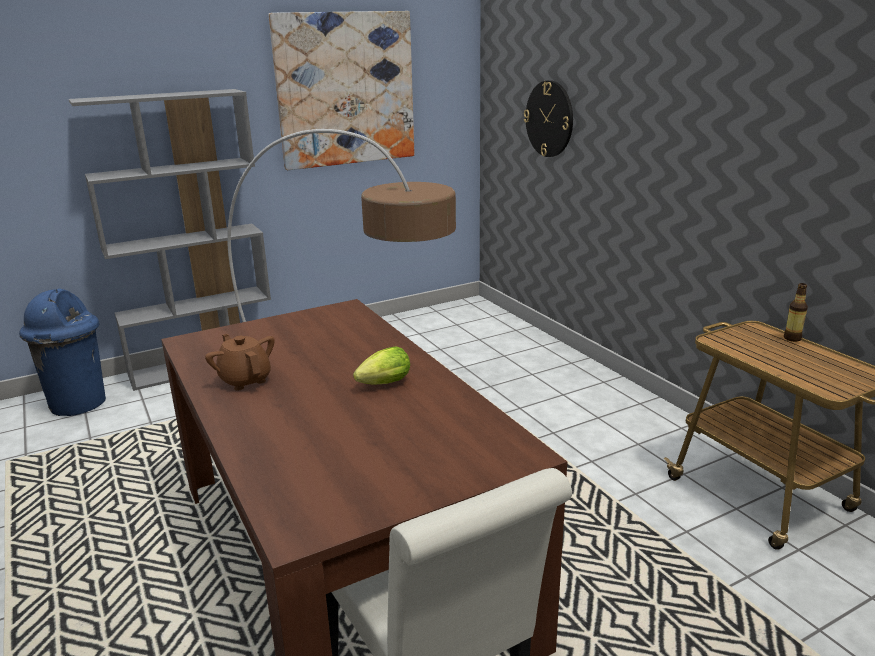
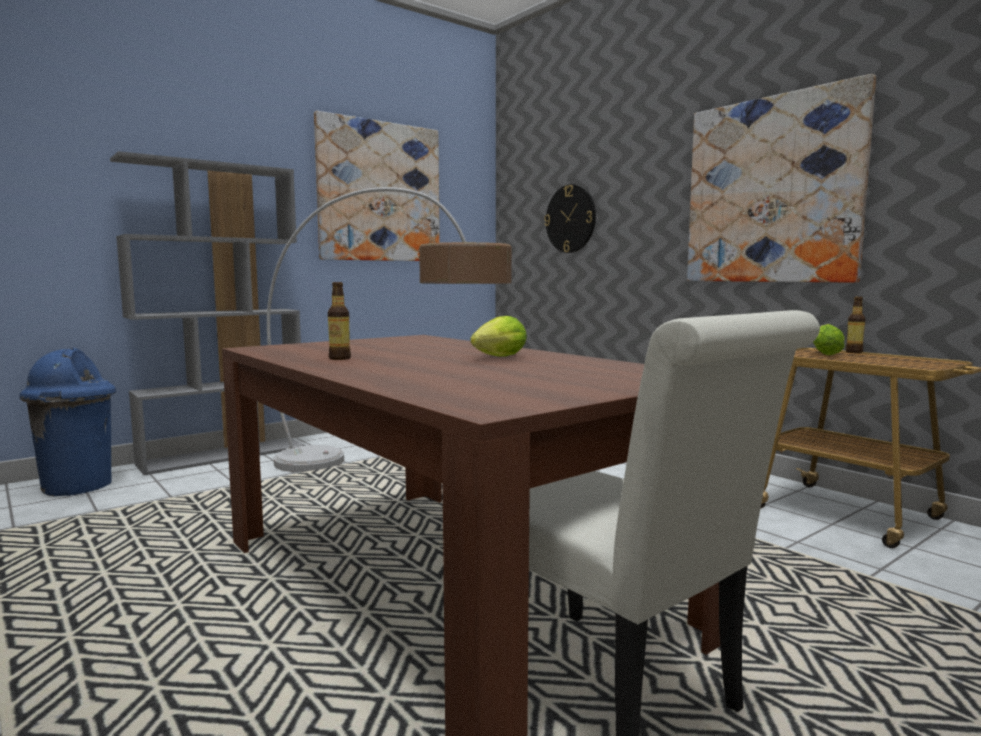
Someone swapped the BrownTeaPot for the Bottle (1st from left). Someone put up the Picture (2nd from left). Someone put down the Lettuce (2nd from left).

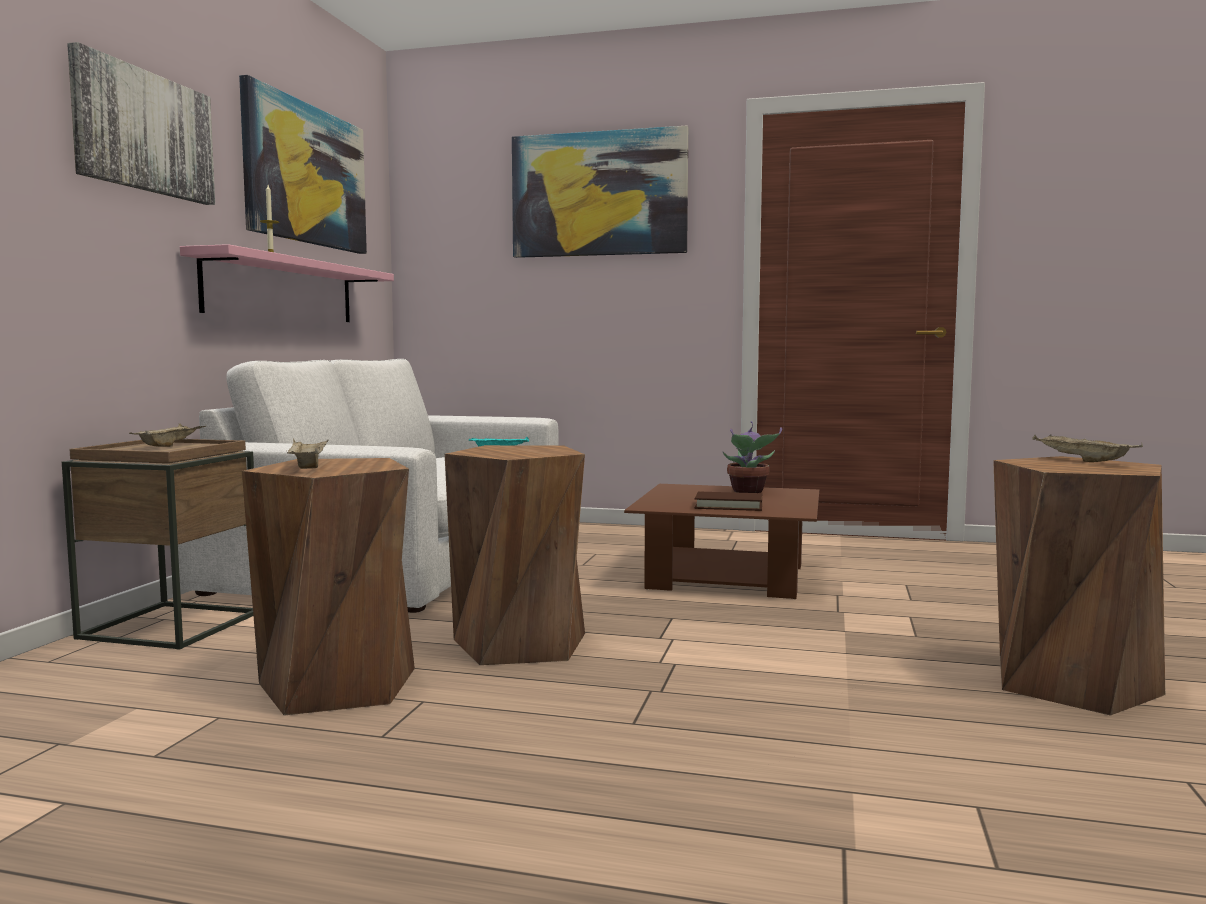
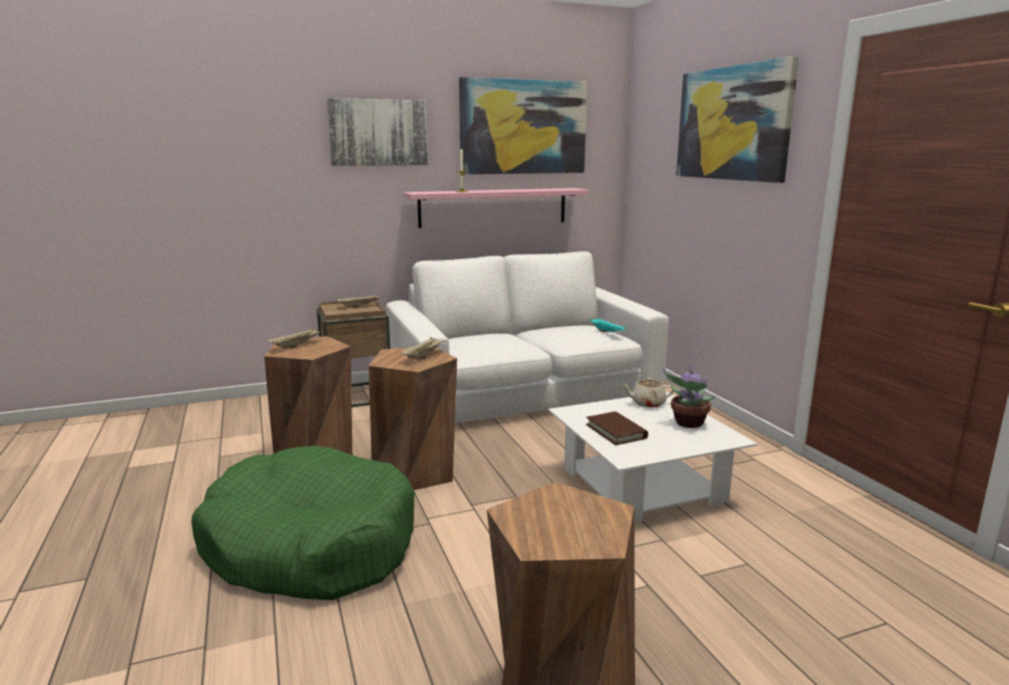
Someone put down the GreenColouredPetBed. Someone carried the BeigeTray (3rd from left). Someone repainted the BrownCoffeeTable, which became the WhitishCoffeeTable. Someone put down the BeigeTeaPot.

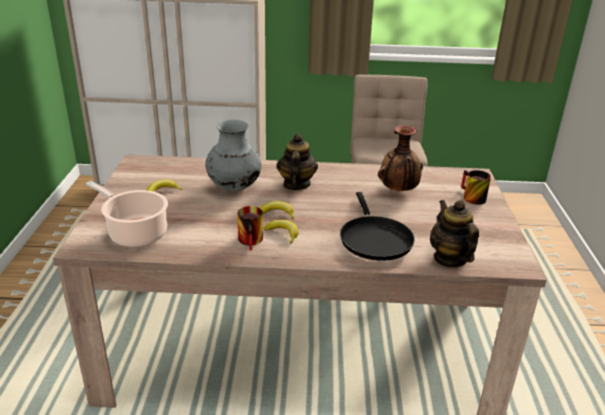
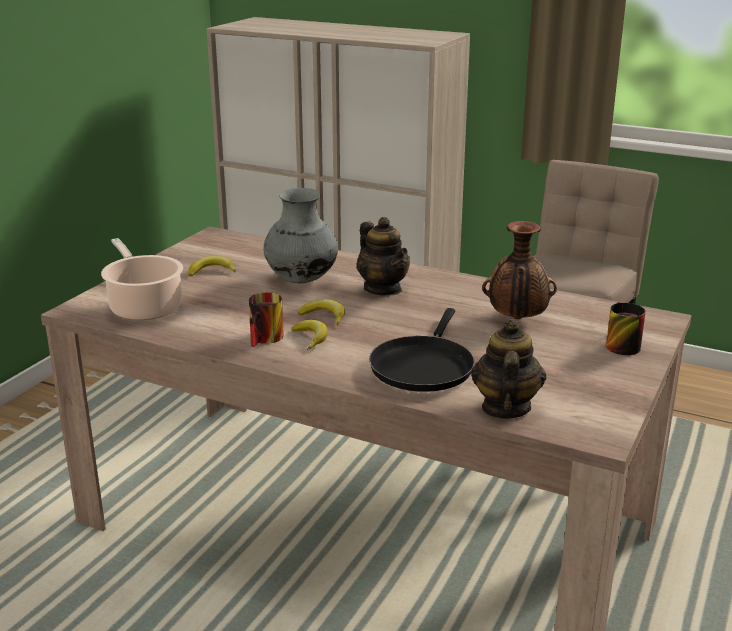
Someone rotated the TeaPot (1st from left) by 120 degrees clockwise.

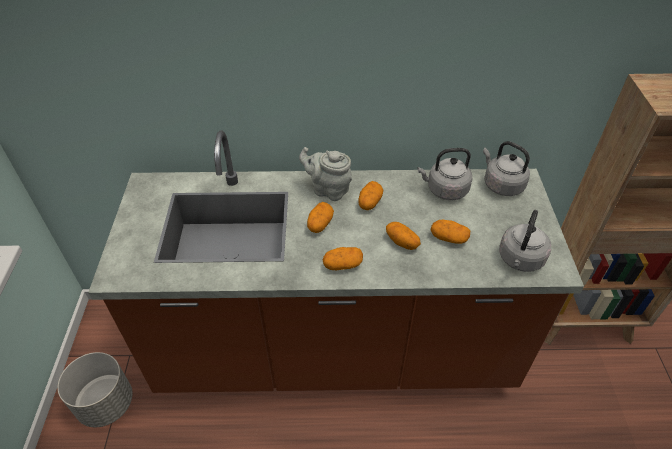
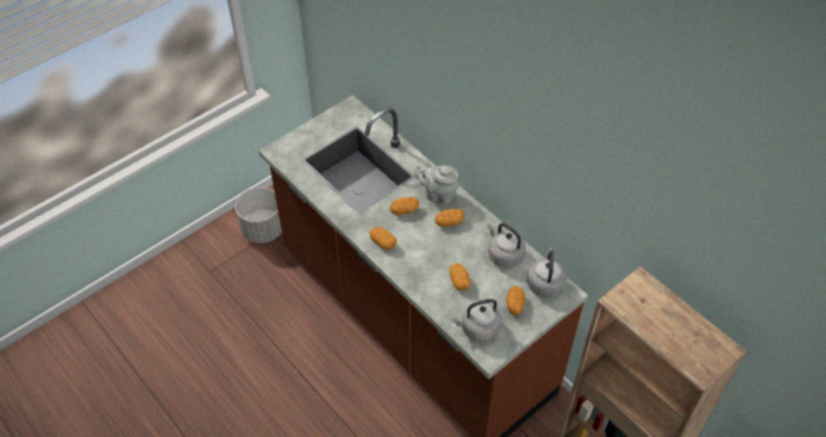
Someone rotated the GrayTeaPot by 60 degrees counterclockwise. Someone carried the WholePotato (4th from left in the first image).

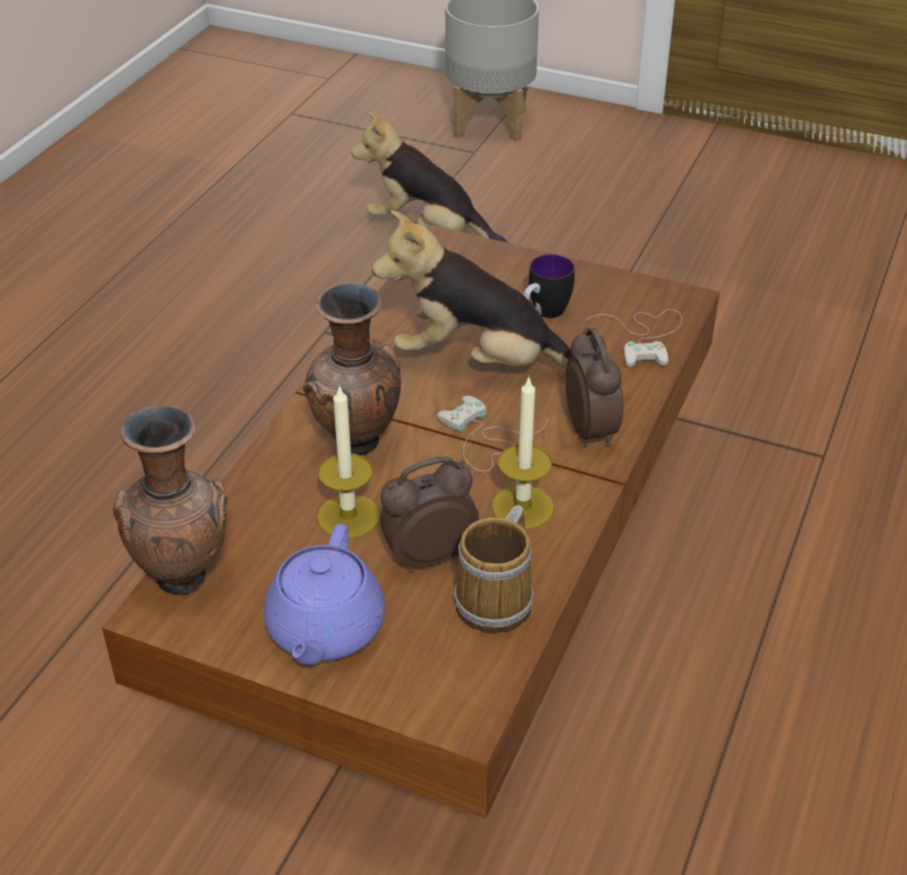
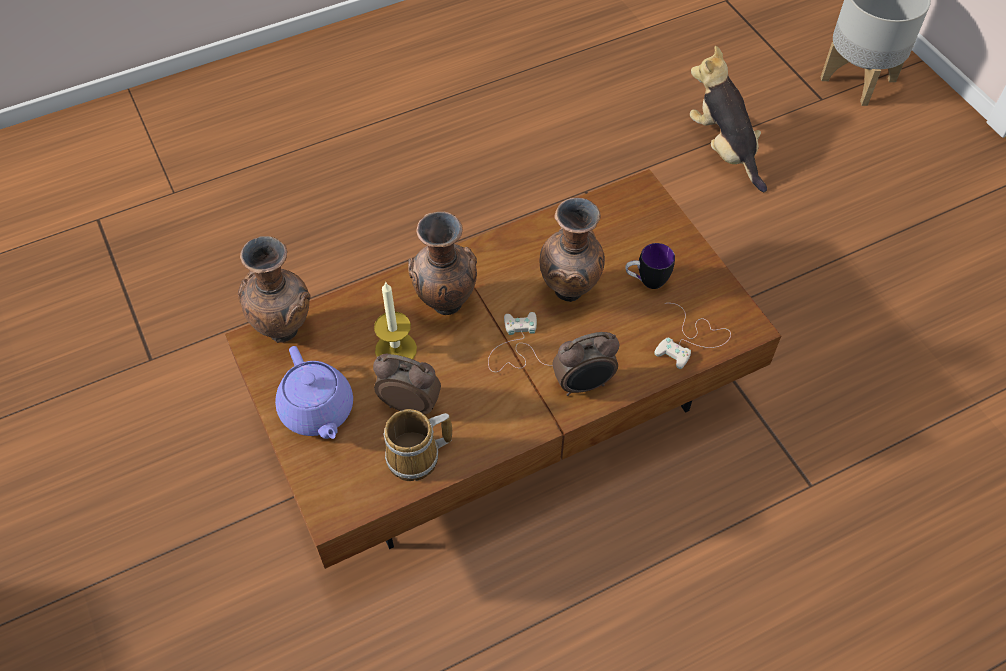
Someone rotated the PurpleTeaPot by 75 degrees counterclockwise. Someone swapped the CuddlyToy (2nd from left) for the BrownVase (3rd from left). Someone rotated the AlarmClock (2nd from left) by 45 degrees clockwise. Someone took away the Candle (2nd from left).

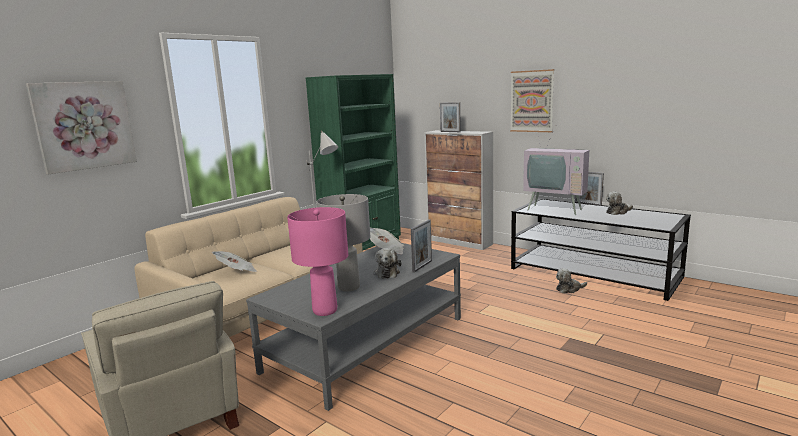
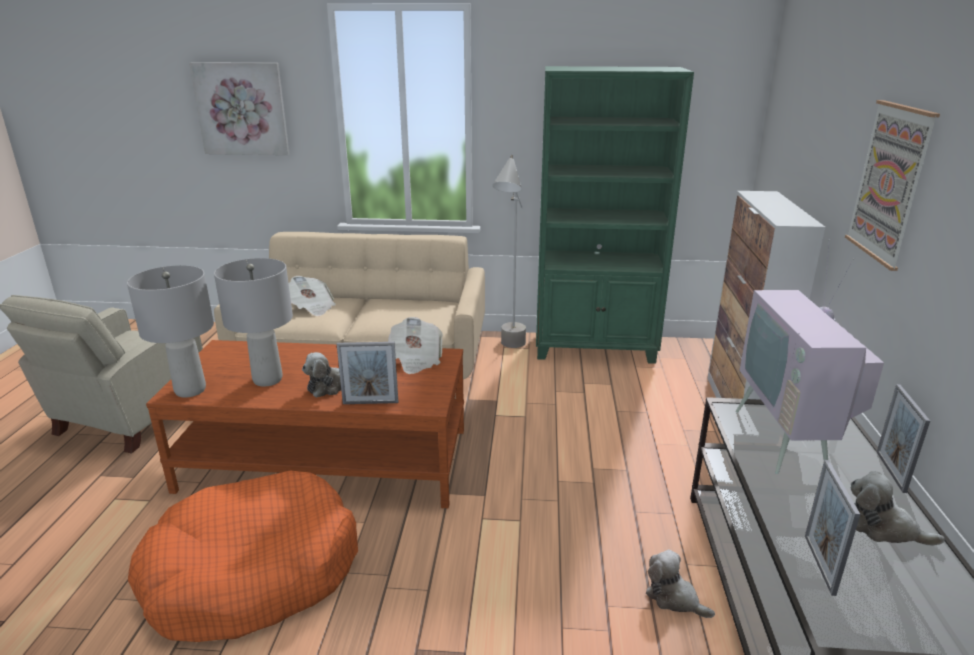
Someone repainted the PinkishTableLamp, which became the GrayTableLamp (1st from left). Someone put down the OrangeyPetBed. Someone repainted the GrayCoffeeTable, which became the BrownCoffeeTable. Someone carried the PictureFrame (2nd from left).

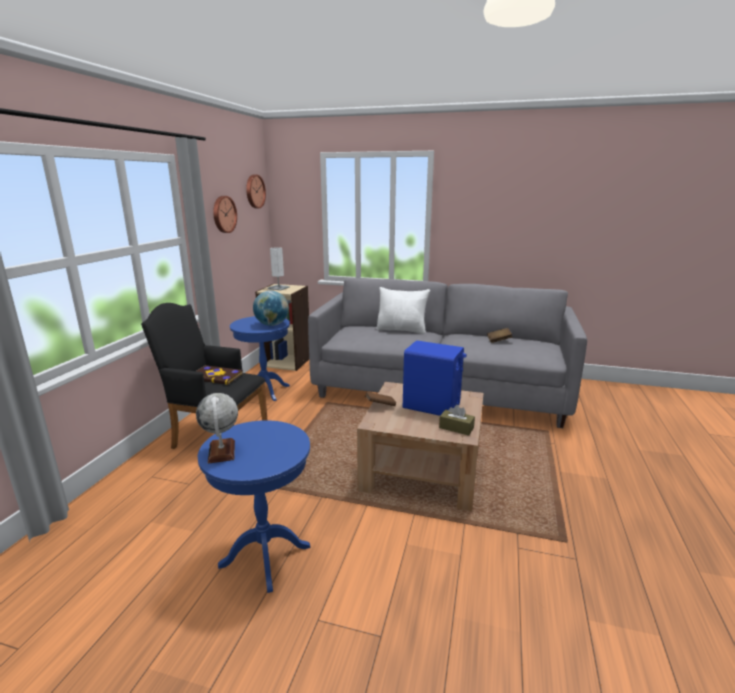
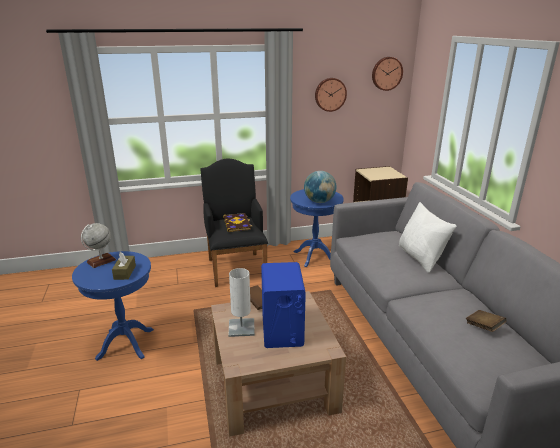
Someone carried the BrownTissueBox. Someone carried the WhitishTableLamp.

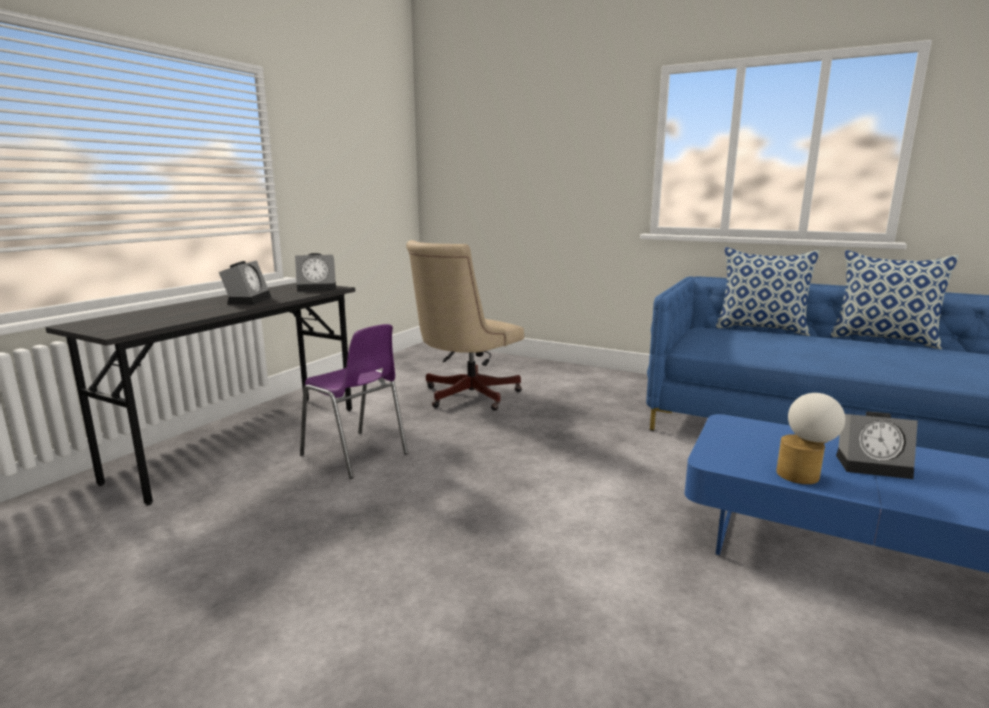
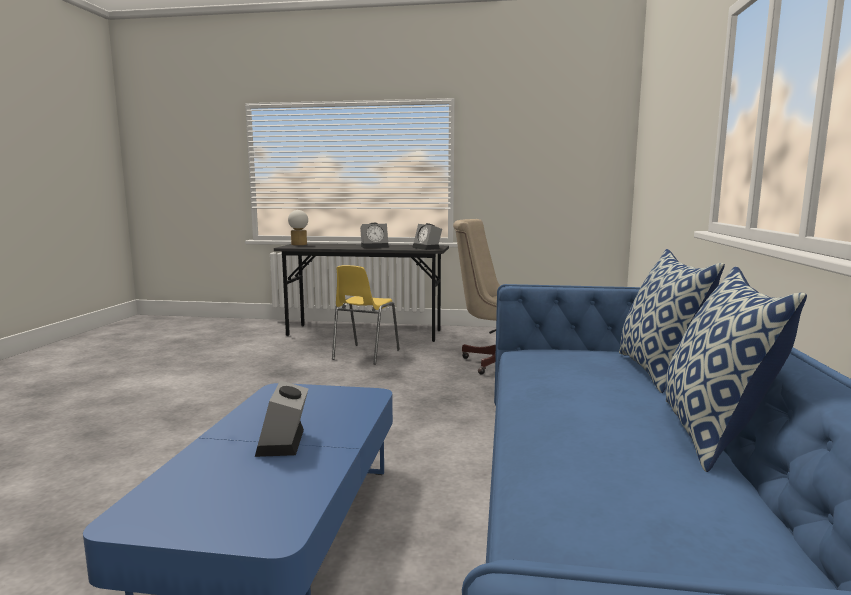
Someone carried the TableLamp. Someone repainted the PurpleChair, which became the YellowColouredChair.

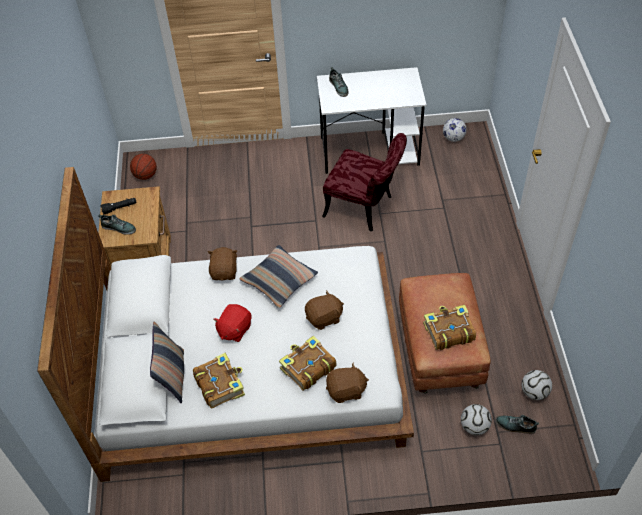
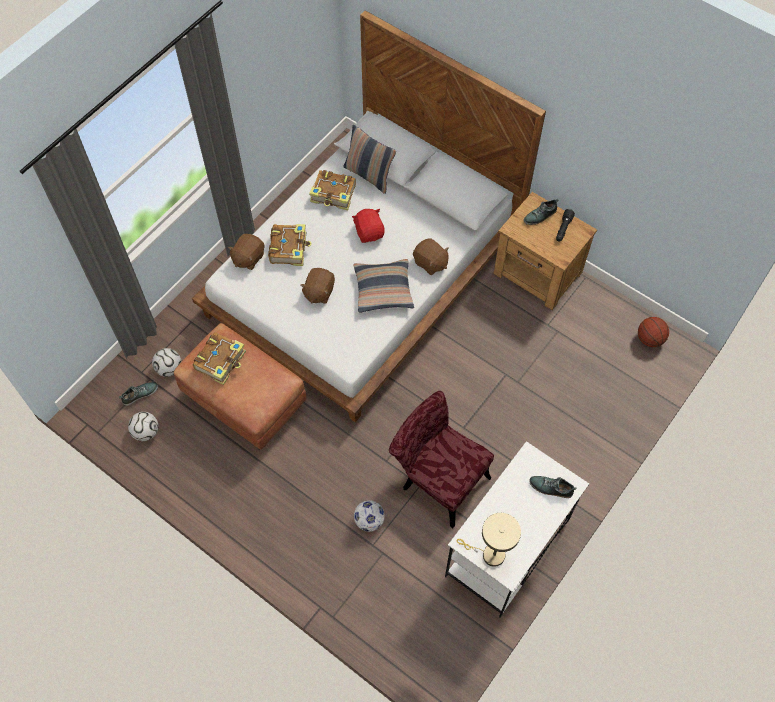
Someone carried the FootballBall (1st from left in the first image). Someone rotated the ReddishChair by 60 degrees clockwise. Someone put down the BeigeTableLamp.

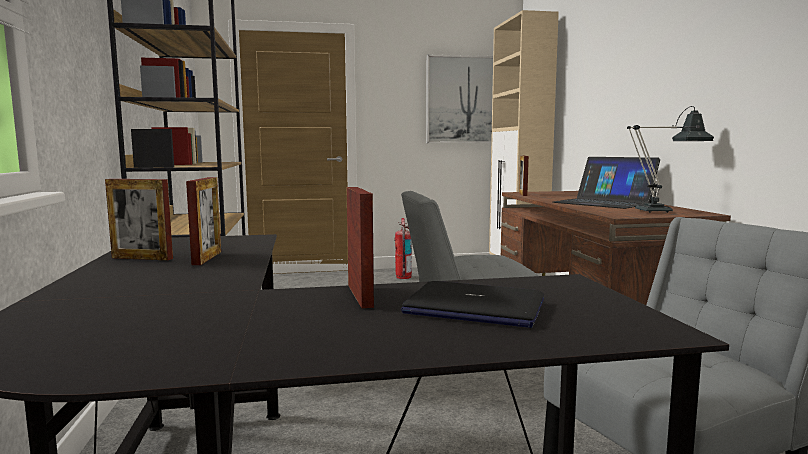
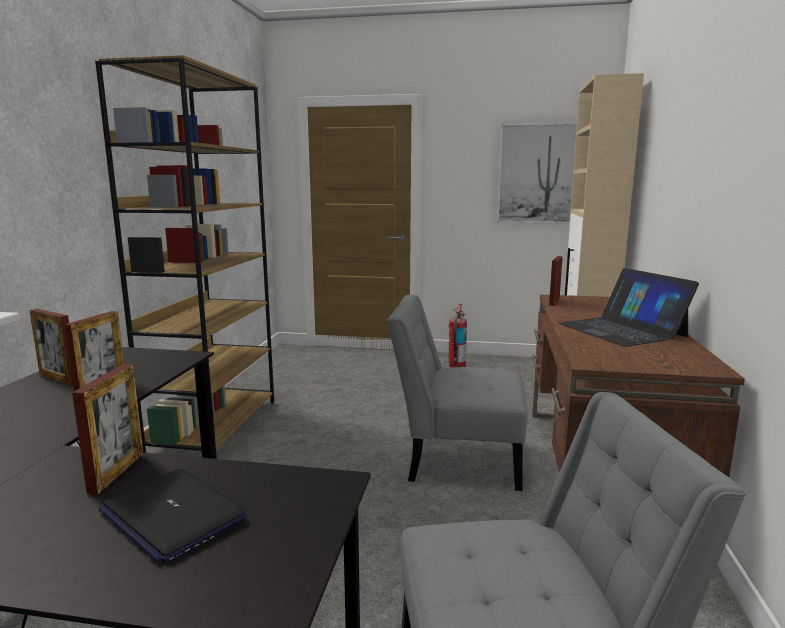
Someone took away the TableLamp.

